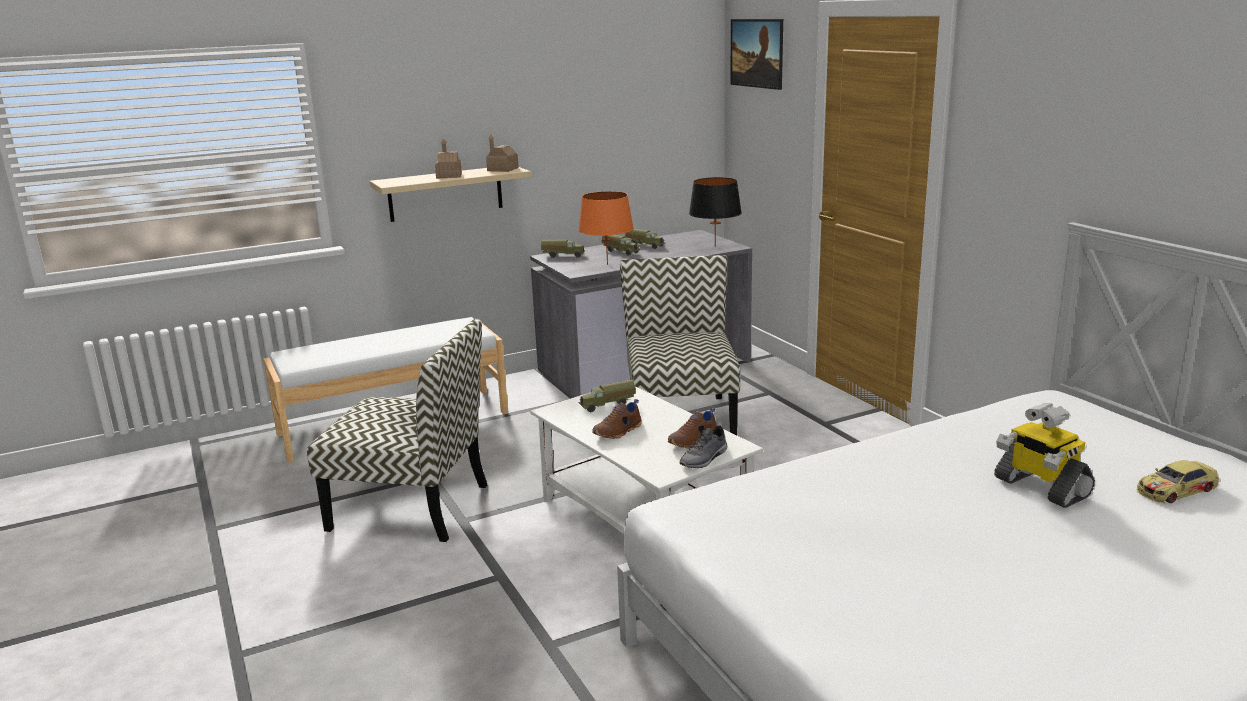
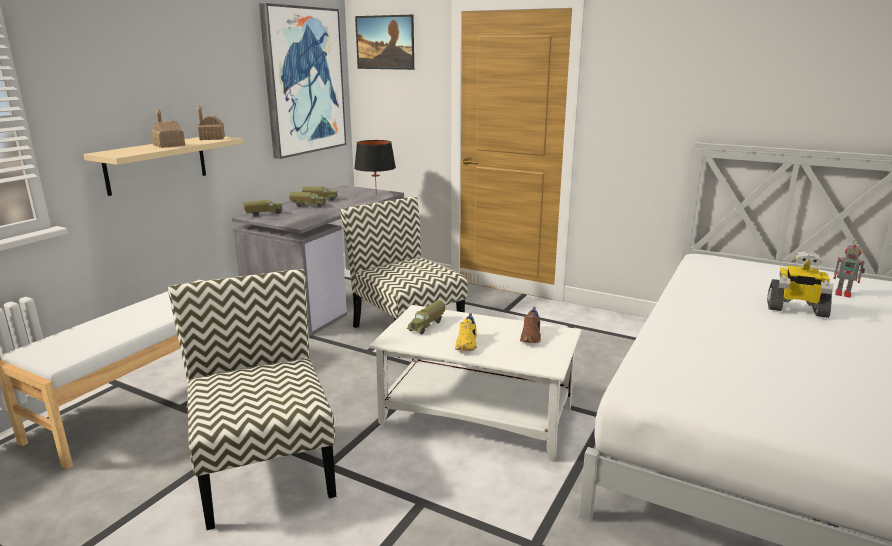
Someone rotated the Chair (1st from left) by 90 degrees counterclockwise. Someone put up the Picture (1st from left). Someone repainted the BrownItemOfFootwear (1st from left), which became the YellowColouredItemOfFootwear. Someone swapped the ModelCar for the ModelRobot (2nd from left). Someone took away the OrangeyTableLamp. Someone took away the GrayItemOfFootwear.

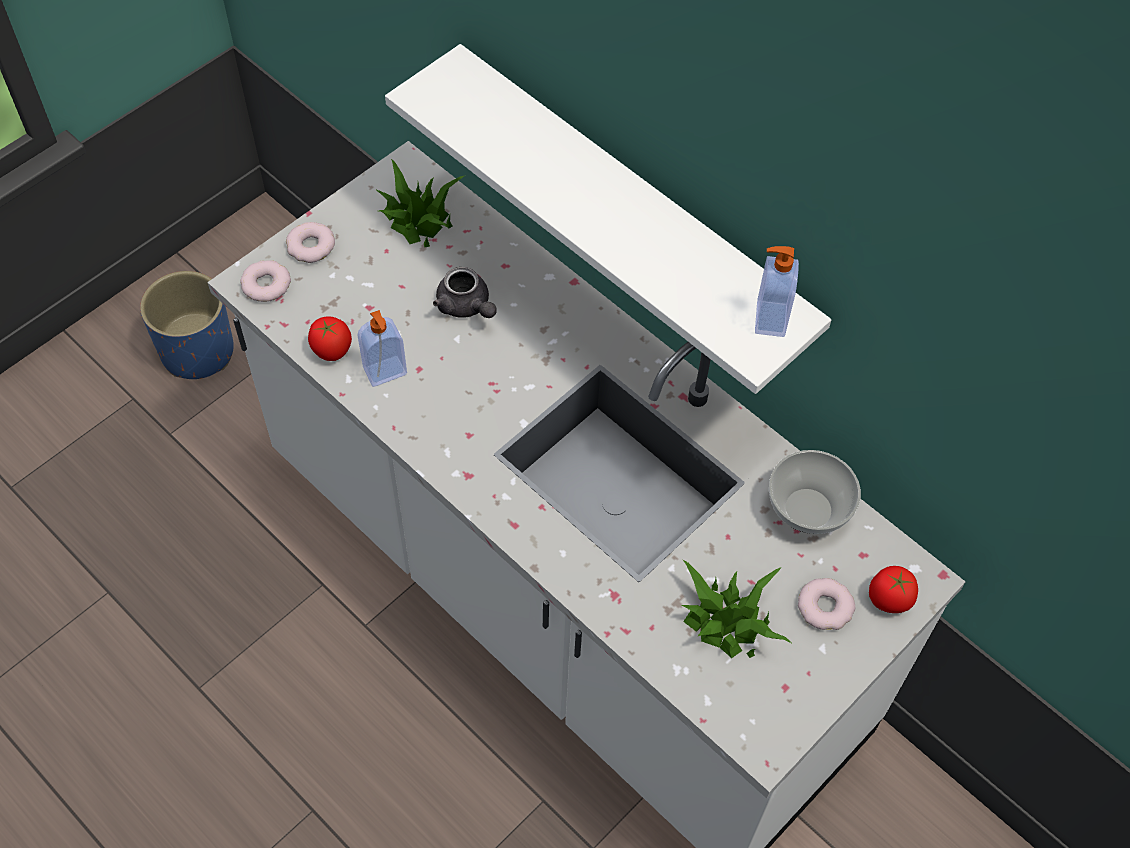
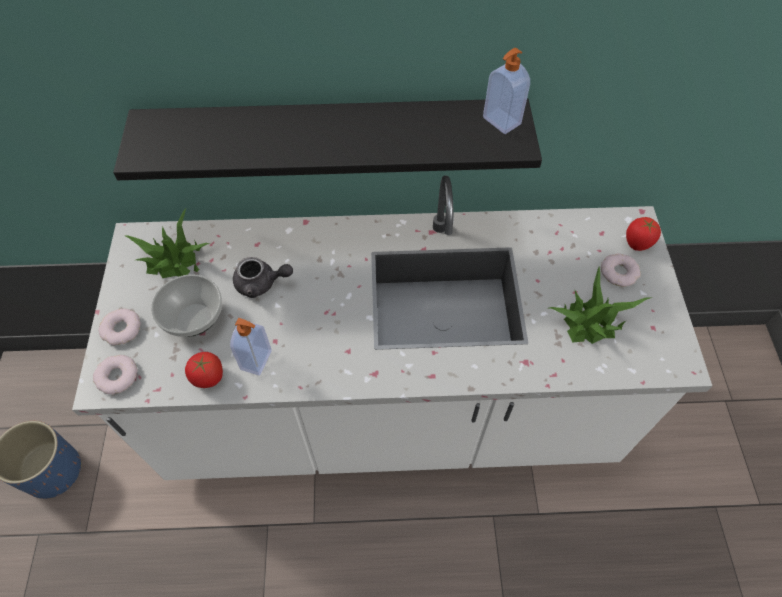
Someone repainted the WhitishBracketShelf, which became the BlackColouredBracketShelf. Someone carried the ServingBowl.

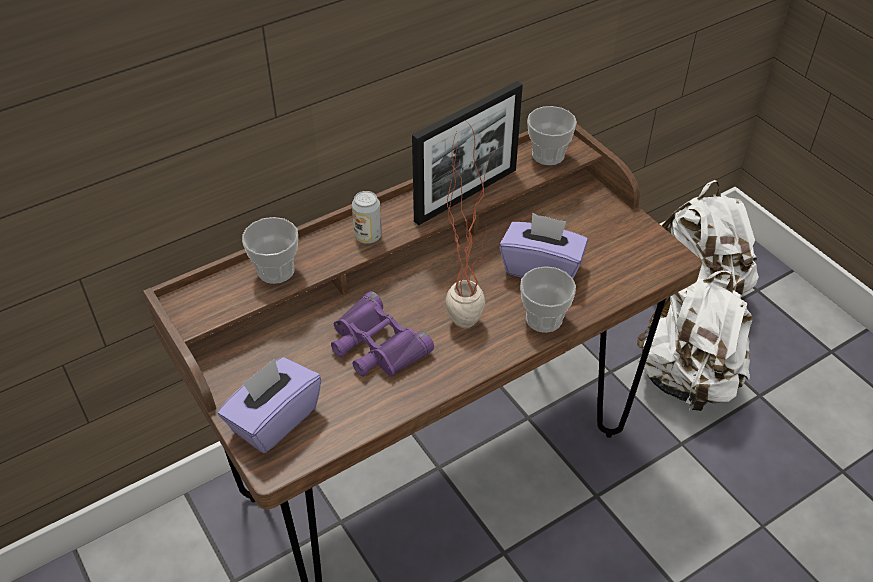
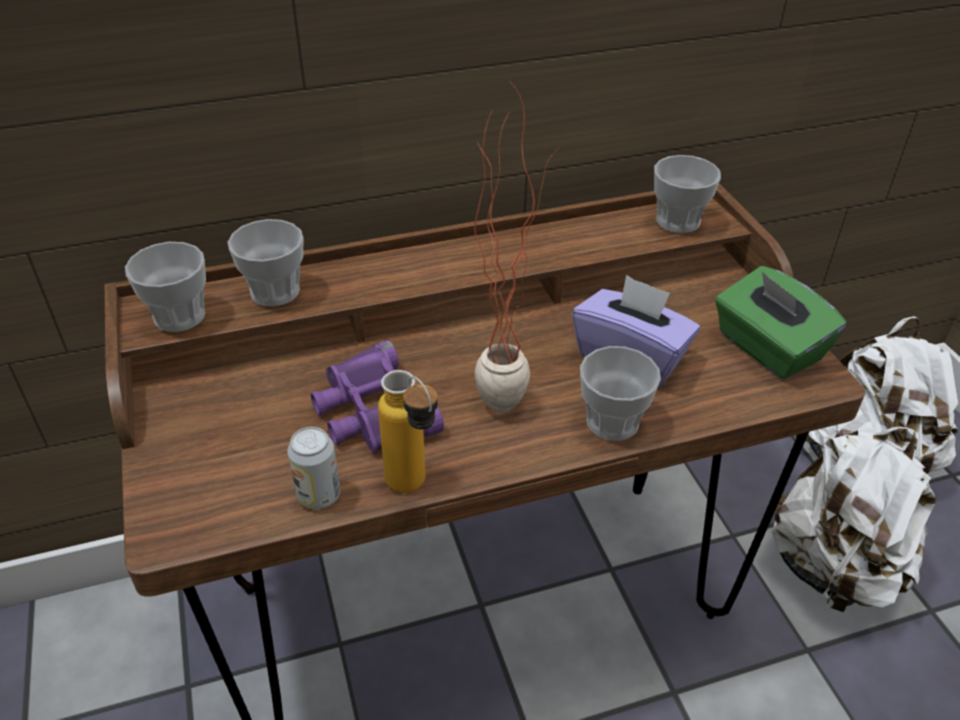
Someone put down the DrinkingCup (1st from left). Someone carried the Can. Someone put down the Bottle. Someone put down the GreenColouredTissueBox. Someone took away the PurpleTissueBox (1st from left). Someone took away the PictureFrame.

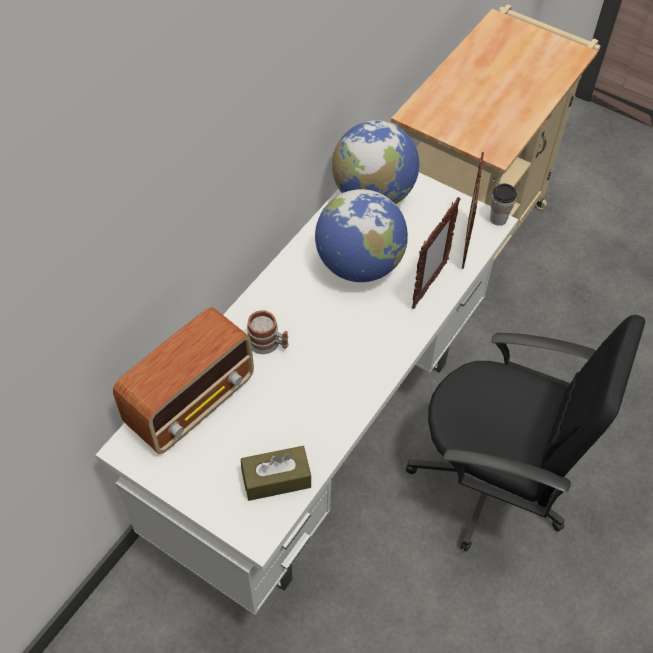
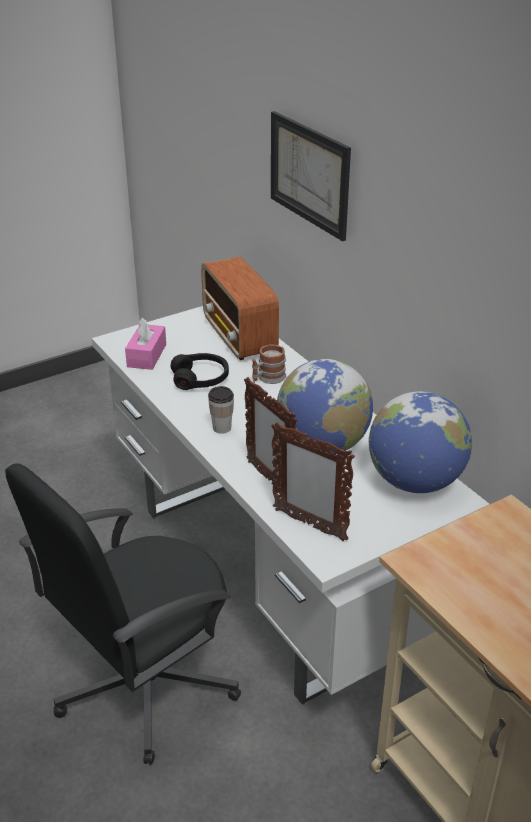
Someone repainted the BrownTissueBox, which became the PinkishTissueBox. Someone put down the BlackColouredHeadset. Someone carried the DrinkingCup. Someone put up the Picture.

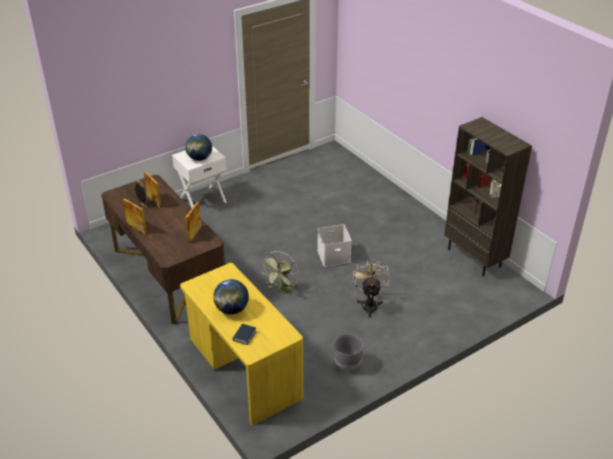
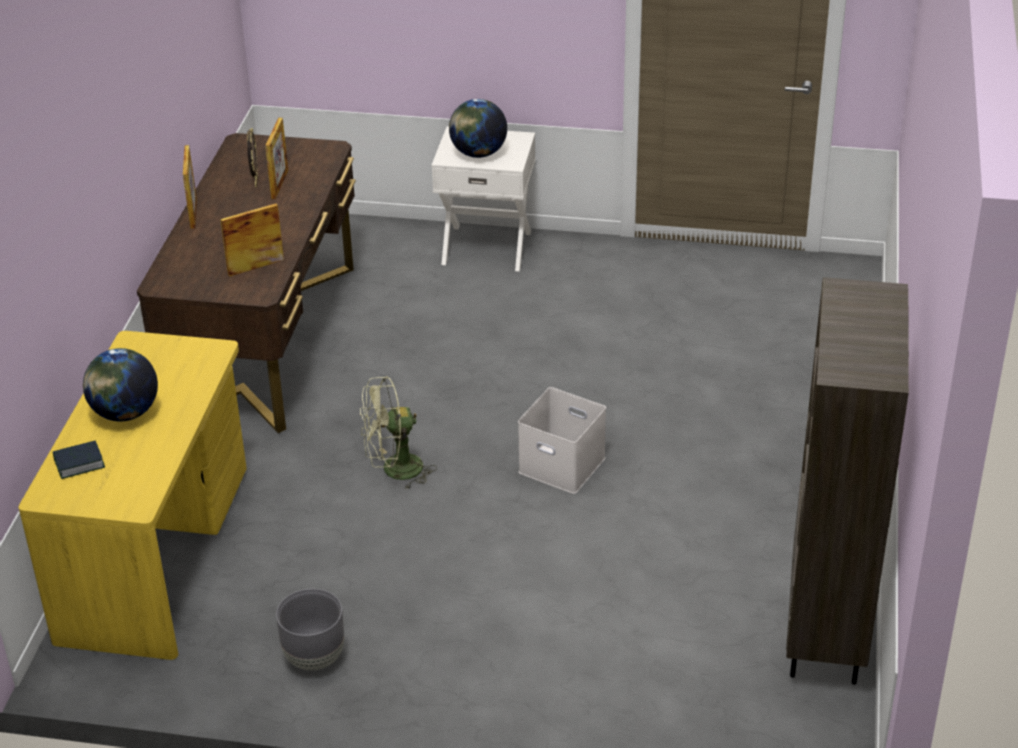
Someone took away the BeigeFan.

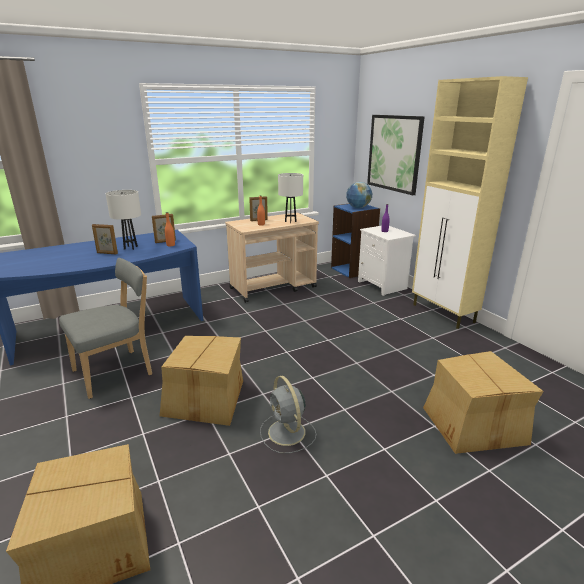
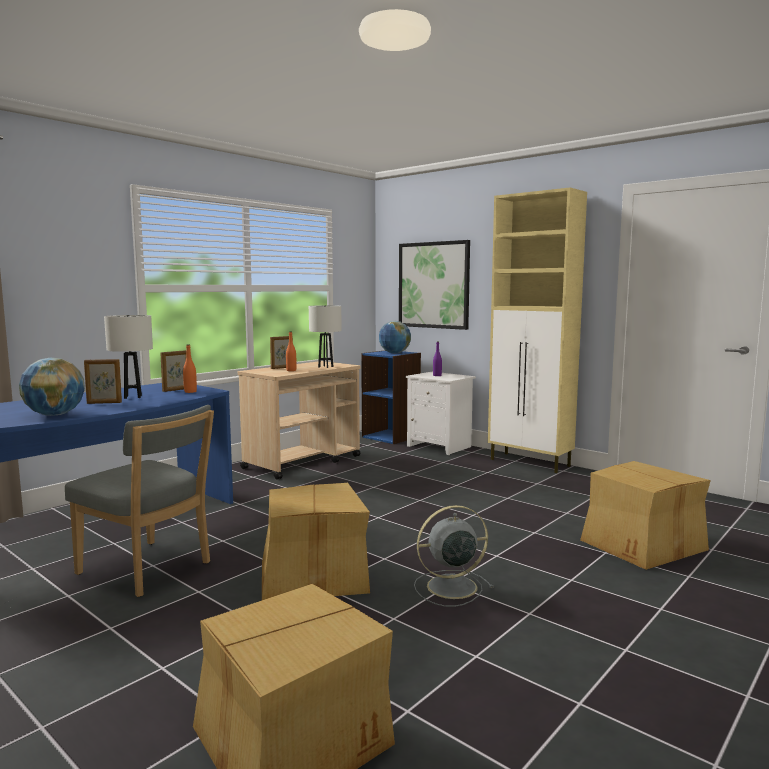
Someone put down the Globe (1st from left). Someone rotated the GrayChair by 90 degrees clockwise. Someone rotated the GrayFan by 120 degrees clockwise.

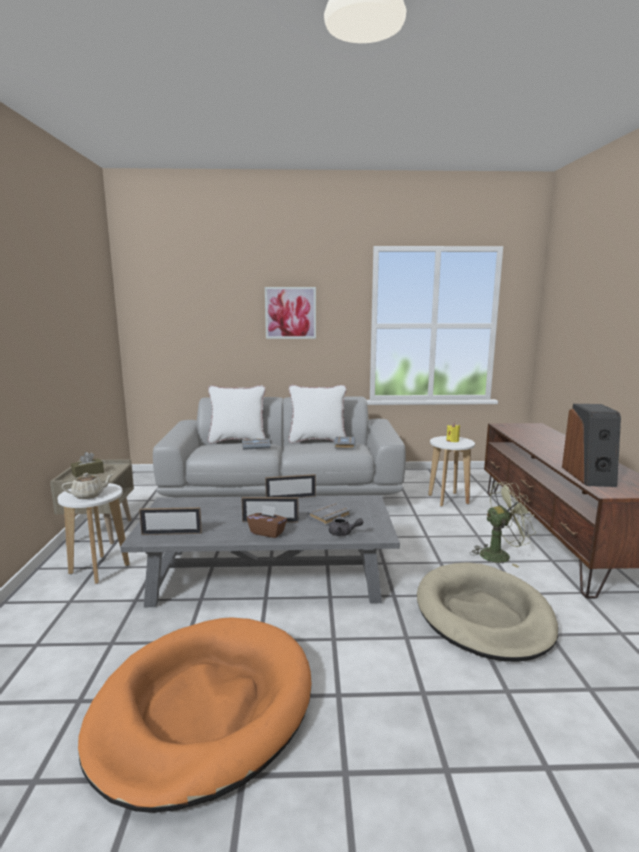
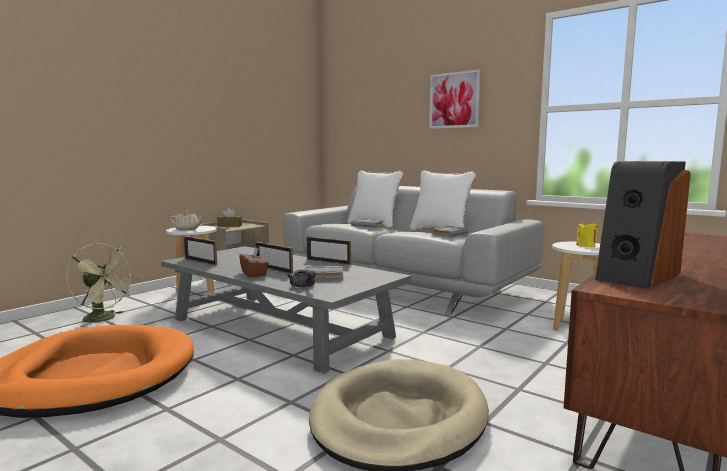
Someone carried the GreenColouredFan.

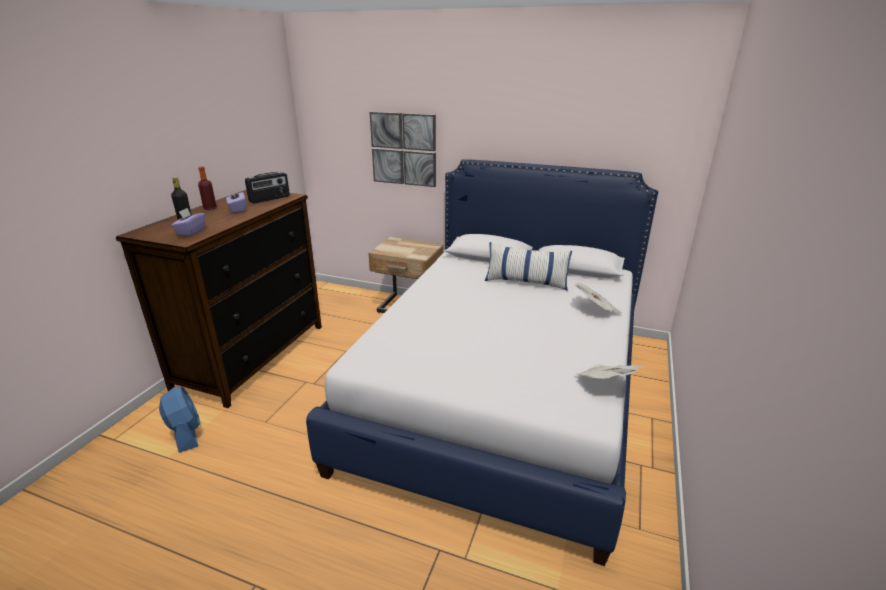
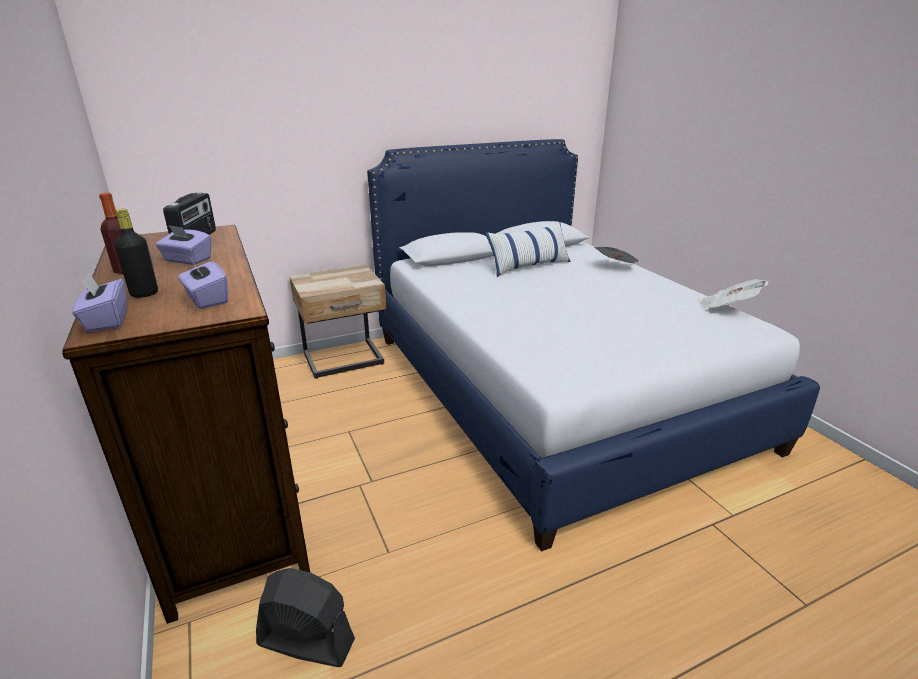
Someone put down the PurpleTissueBox (1st from left). Someone repainted the BluishFan, which became the BlackColouredFan. Someone took away the Picture.

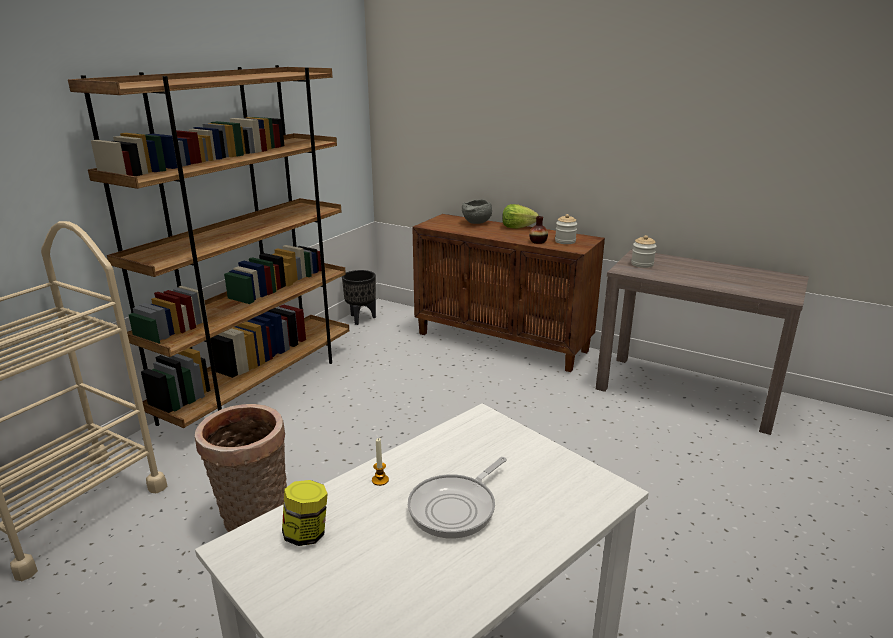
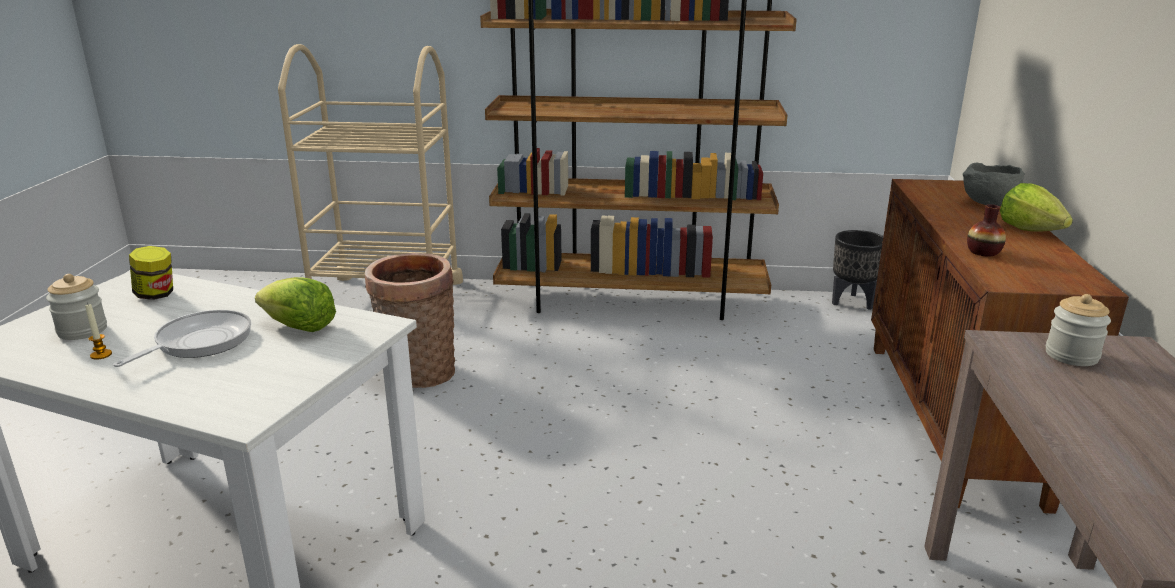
Someone carried the StorageJar (2nd from left in the first image). Someone carried the Candle. Someone rotated the Pan by 105 degrees clockwise. Someone put down the Lettuce (1st from left).

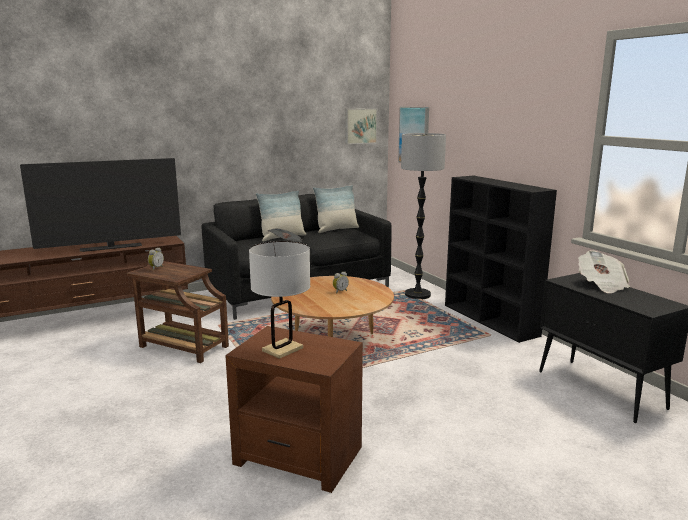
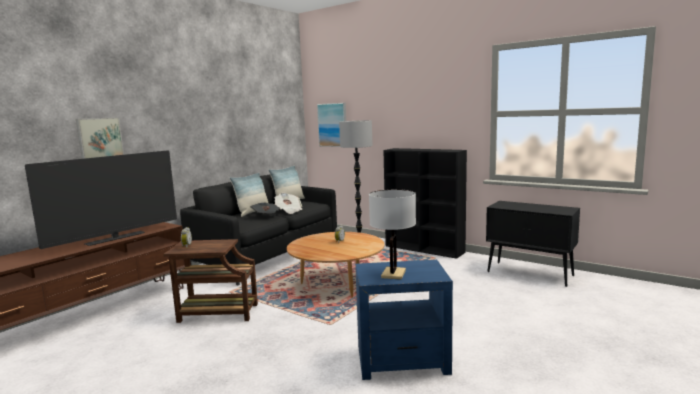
Someone carried the Picture (1st from left). Someone carried the Newspaper (2nd from left). Someone repainted the BrownSideTable (2nd from left), which became the BluishSideTable.

